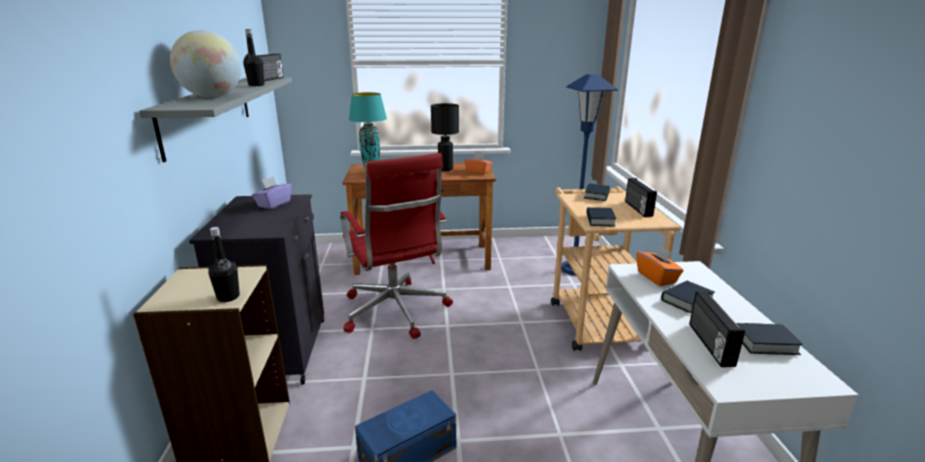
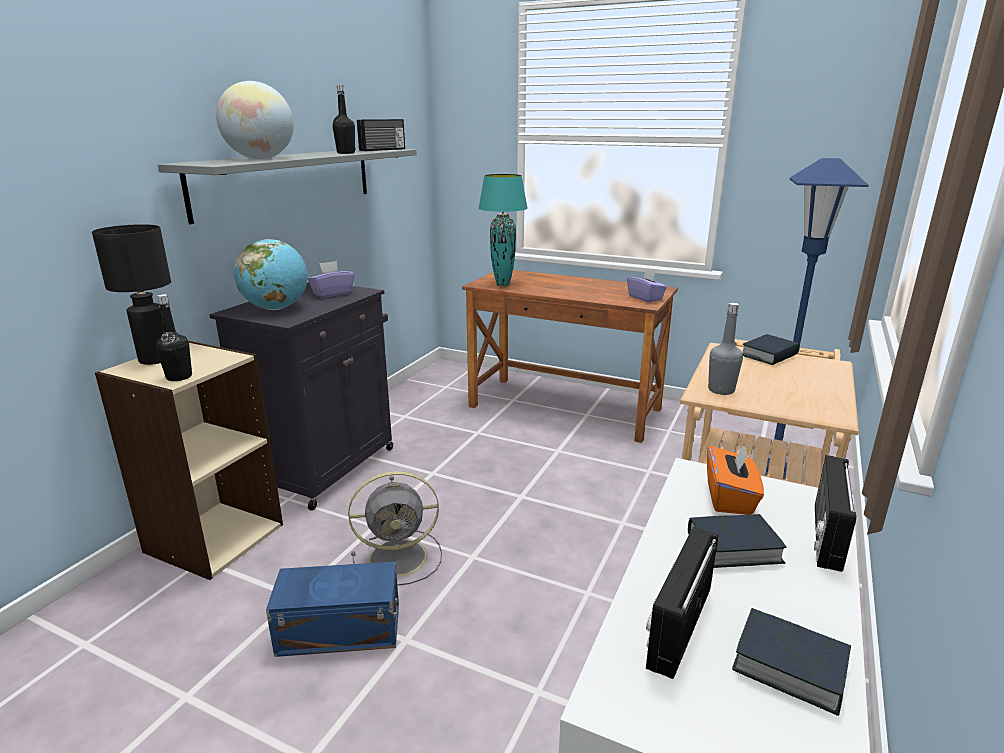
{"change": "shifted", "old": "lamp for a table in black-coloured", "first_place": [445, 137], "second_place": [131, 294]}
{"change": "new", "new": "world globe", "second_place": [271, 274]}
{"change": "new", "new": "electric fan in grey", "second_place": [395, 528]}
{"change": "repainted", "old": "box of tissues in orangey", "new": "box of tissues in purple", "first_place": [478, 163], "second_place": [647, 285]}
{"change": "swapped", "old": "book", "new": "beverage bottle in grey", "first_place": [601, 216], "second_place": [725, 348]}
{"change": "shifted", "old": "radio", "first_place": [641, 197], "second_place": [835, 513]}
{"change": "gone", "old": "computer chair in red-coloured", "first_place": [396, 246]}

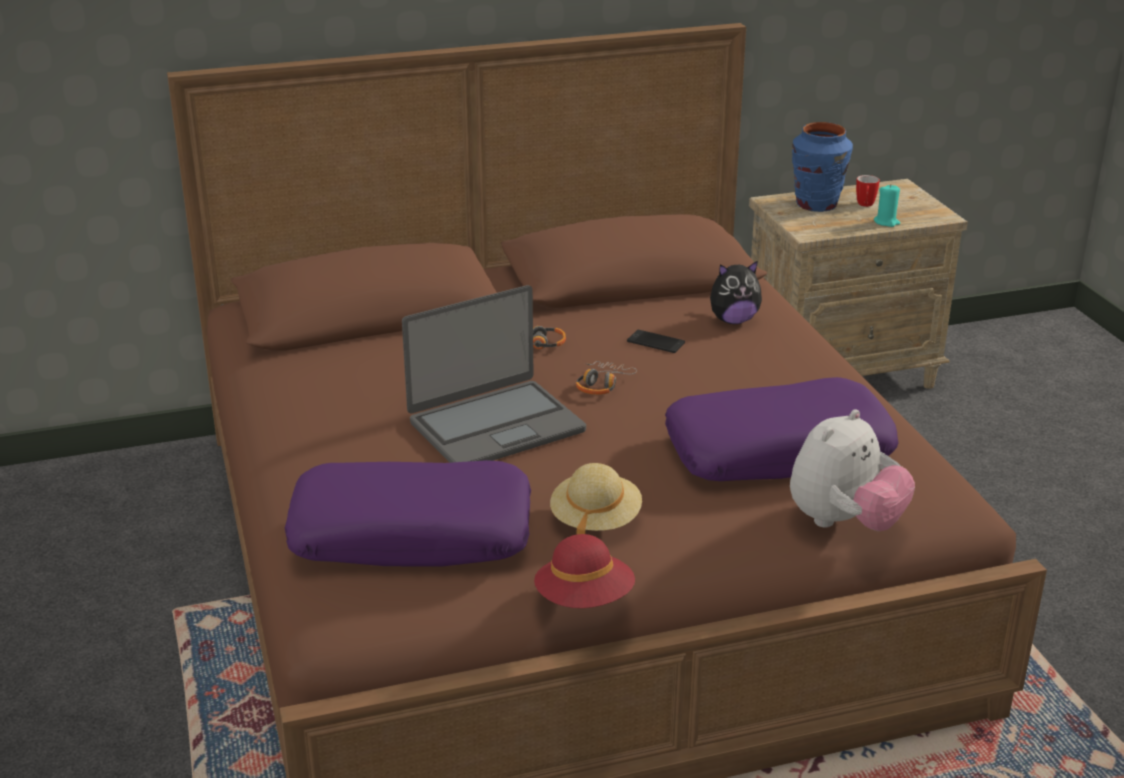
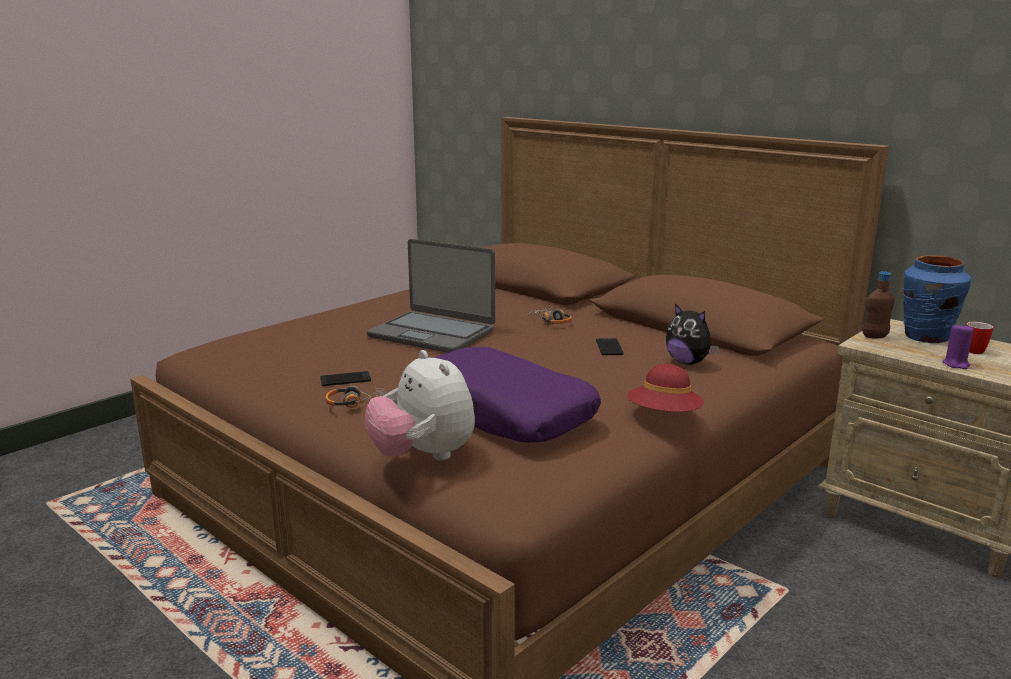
{"change": "swapped", "old": "wearable hat in beige", "new": "telephone", "first_place": [596, 498], "second_place": [345, 378]}
{"change": "shifted", "old": "pair of headphones", "first_place": [606, 378], "second_place": [355, 397]}
{"change": "rotated", "old": "cuddly toy", "first_place": [852, 470], "second_place": [420, 405], "degrees": 45}
{"change": "shifted", "old": "wearable hat in red-coloured", "first_place": [584, 571], "second_place": [665, 388]}
{"change": "new", "new": "beverage bottle in brown", "second_place": [878, 304]}
{"change": "repainted", "old": "candle in turquoise", "new": "candle in purple", "first_place": [887, 205], "second_place": [958, 346]}
{"change": "gone", "old": "cushion in purple", "first_place": [408, 513]}

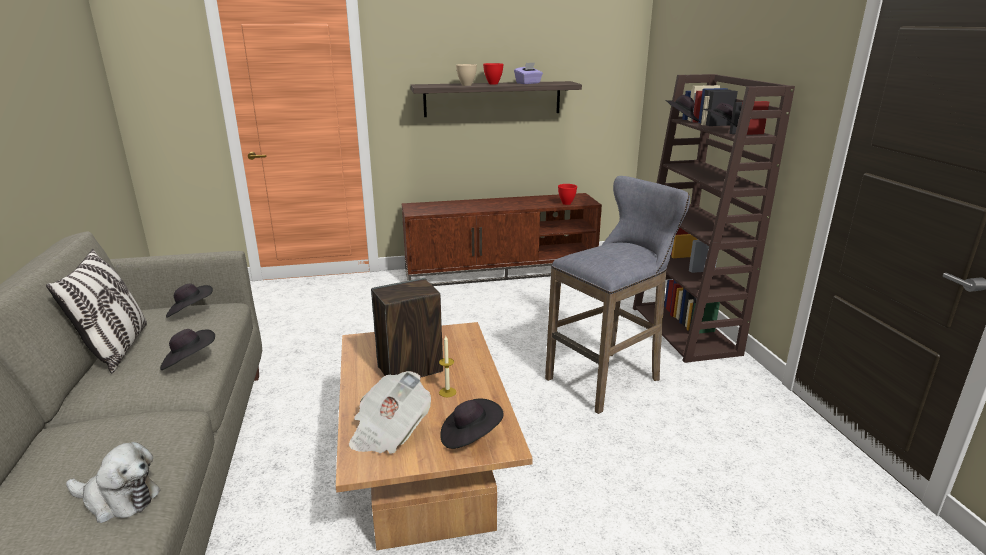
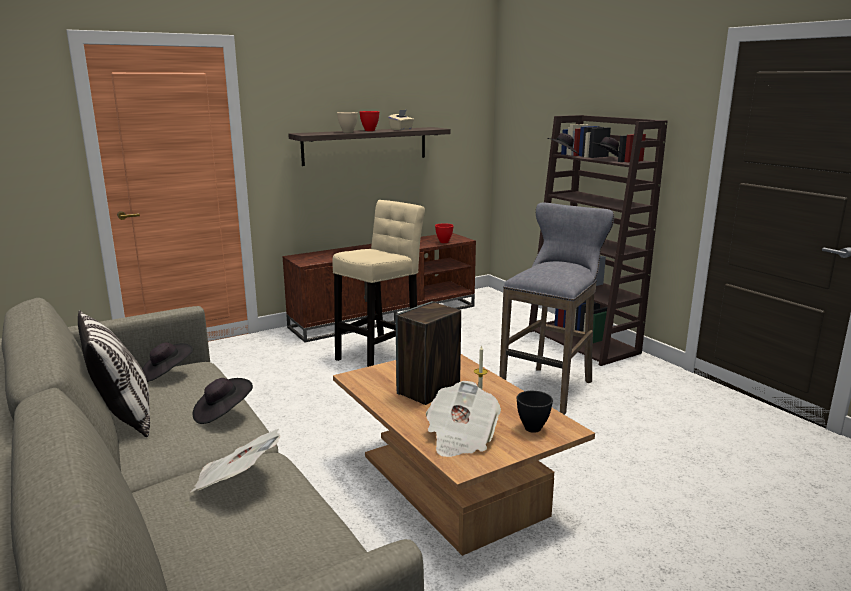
{"change": "new", "new": "newspaper", "second_place": [235, 461]}
{"change": "new", "new": "stool in beige", "second_place": [378, 283]}
{"change": "repainted", "old": "box of tissues in purple", "new": "box of tissues in beige", "first_place": [528, 73], "second_place": [401, 120]}
{"change": "swapped", "old": "wearable hat in black-coloured", "new": "serving bowl in black-coloured", "first_place": [472, 424], "second_place": [535, 412]}
{"change": "gone", "old": "cuddly toy", "first_place": [113, 482]}

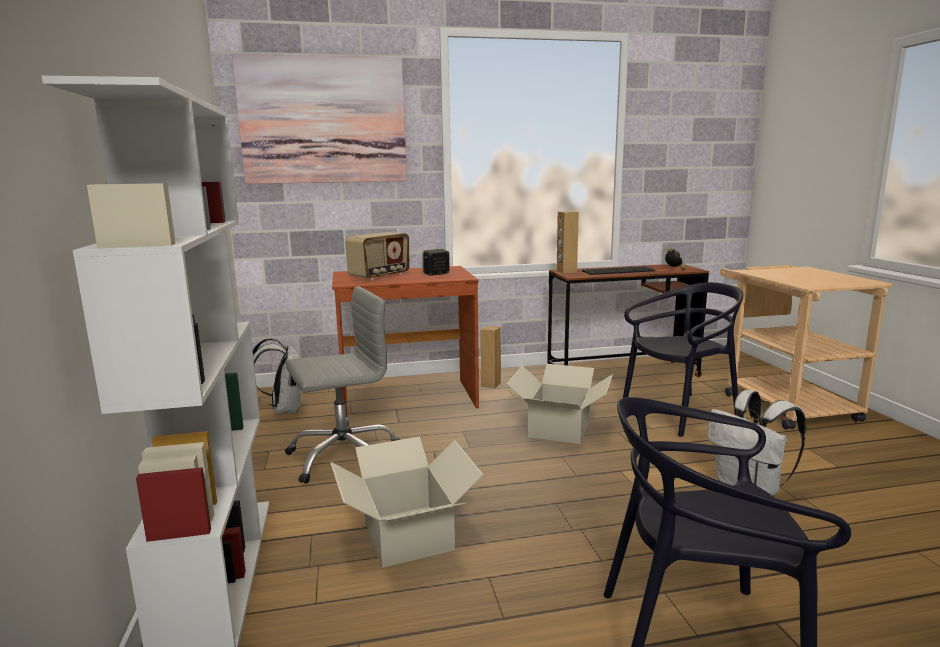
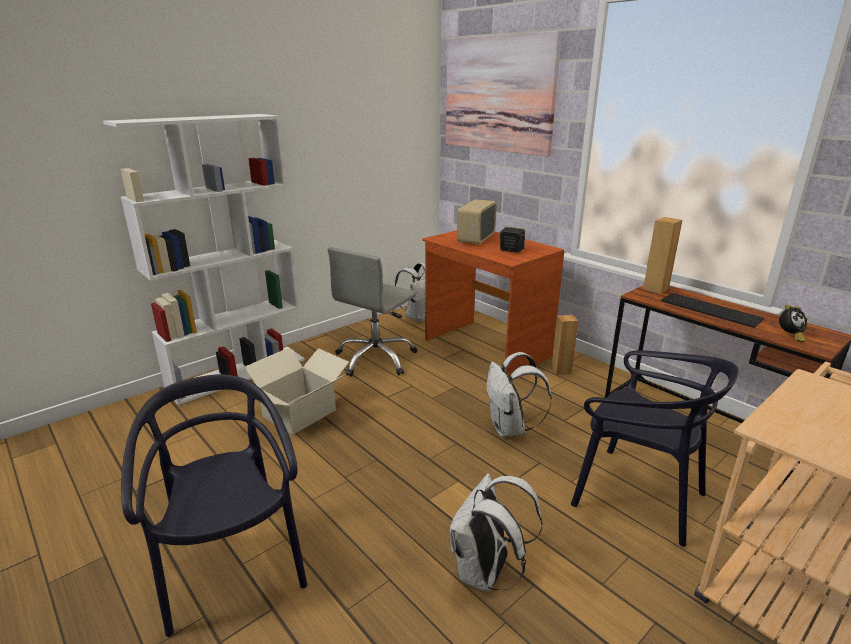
{"change": "rotated", "old": "computer chair in grey", "first_place": [342, 385], "second_place": [372, 312], "degrees": 90}
{"change": "rotated", "old": "radio", "first_place": [377, 256], "second_place": [477, 222], "degrees": 105}
{"change": "swapped", "old": "carton", "new": "knapsack in whitish", "first_place": [560, 404], "second_place": [519, 394]}

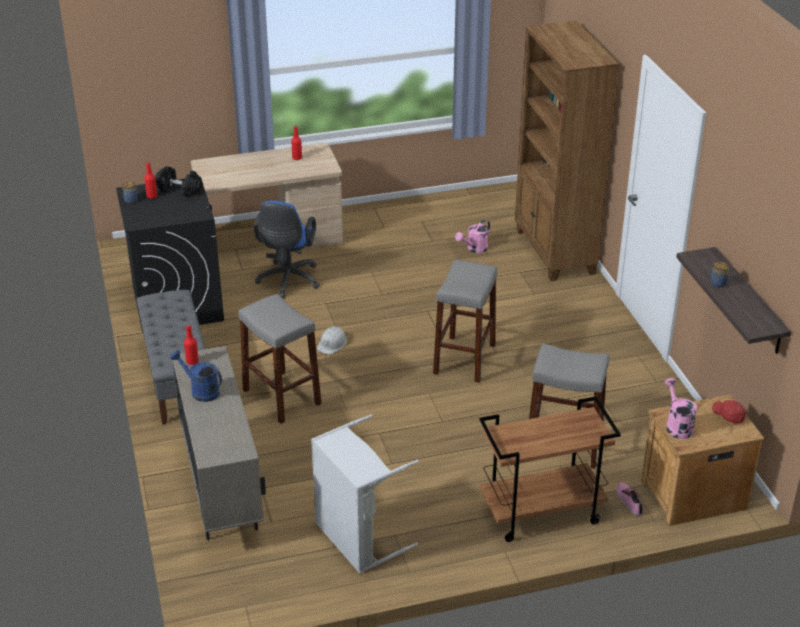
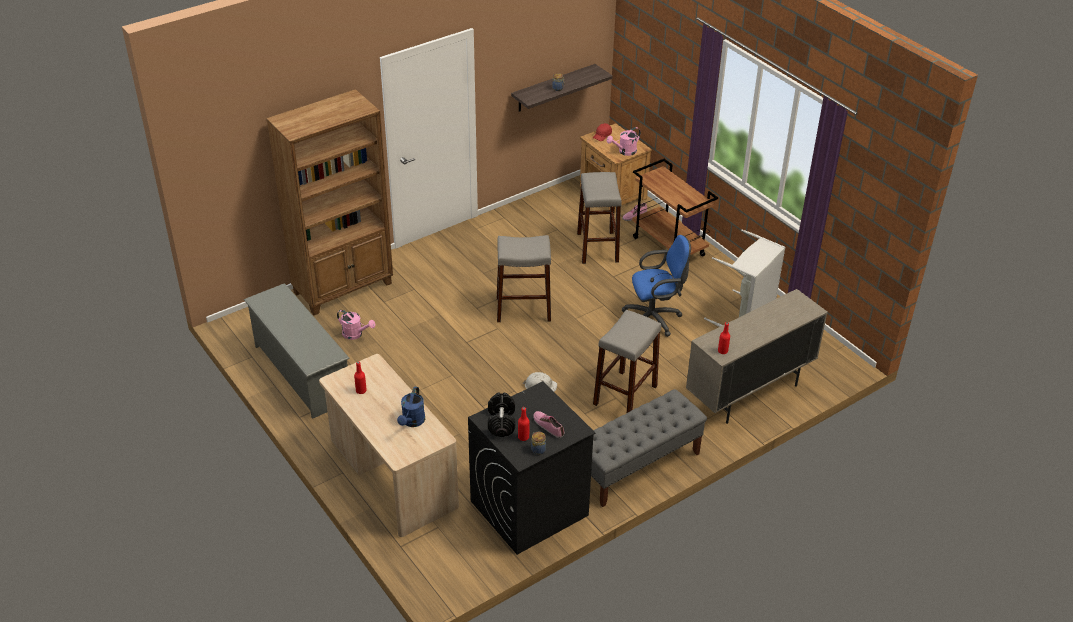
{"change": "new", "new": "shoe stand in grey", "second_place": [297, 351]}
{"change": "shifted", "old": "watering pot in bluish", "first_place": [196, 376], "second_place": [411, 407]}
{"change": "new", "new": "item of footwear", "second_place": [548, 424]}
{"change": "shifted", "old": "computer chair in bluish", "first_place": [287, 249], "second_place": [656, 286]}

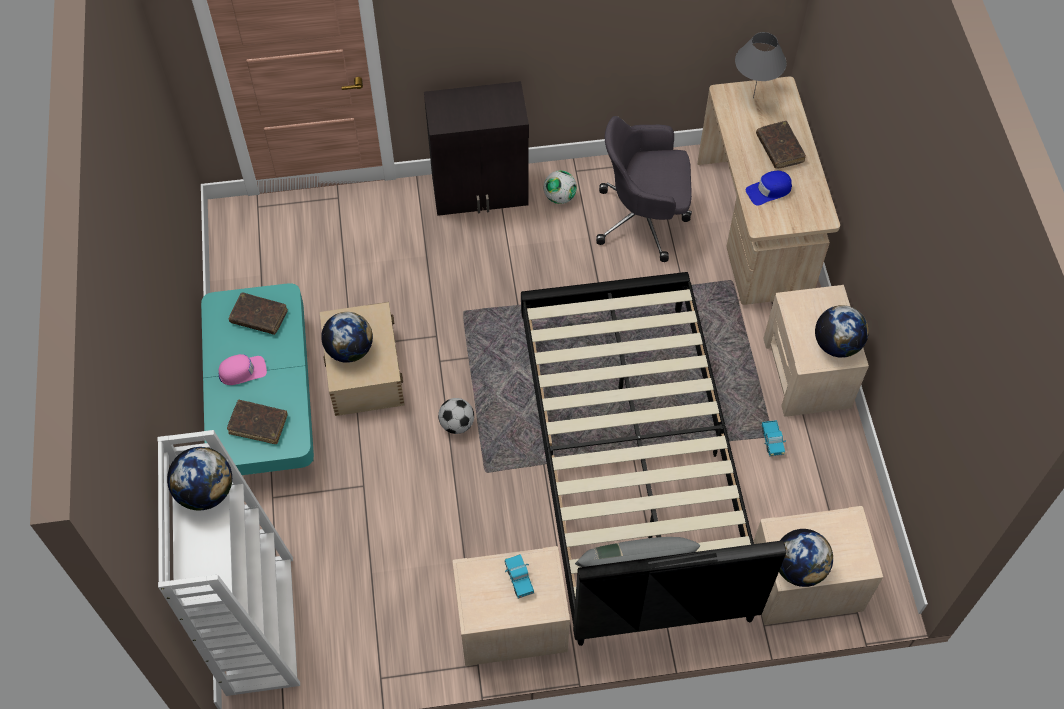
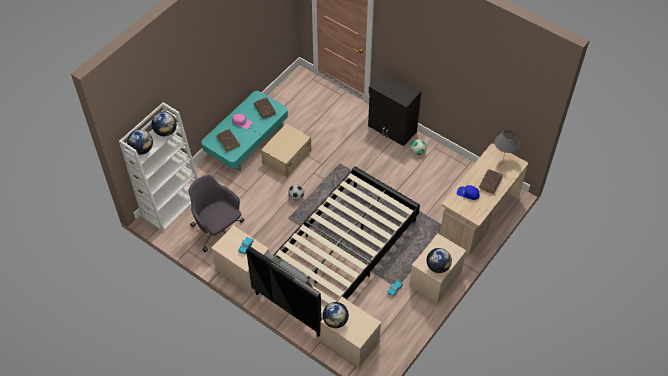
{"change": "shifted", "old": "world globe", "first_place": [347, 337], "second_place": [140, 142]}
{"change": "shifted", "old": "computer chair in grey", "first_place": [644, 189], "second_place": [216, 213]}

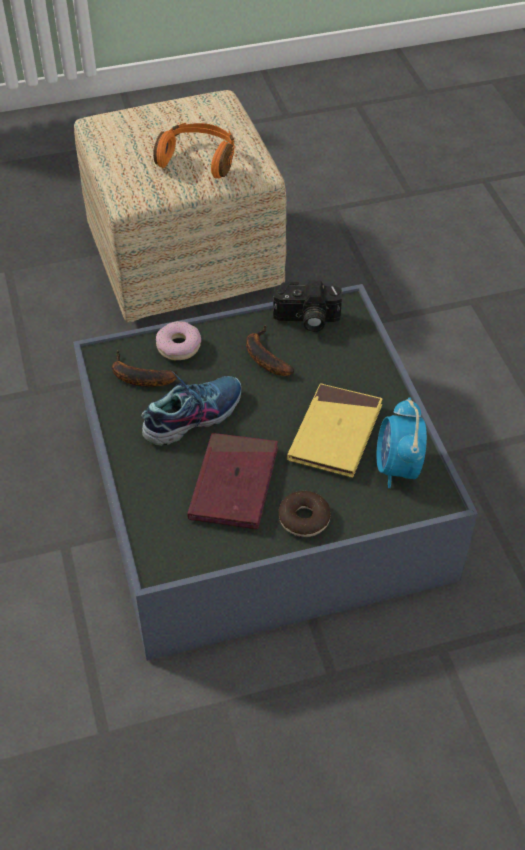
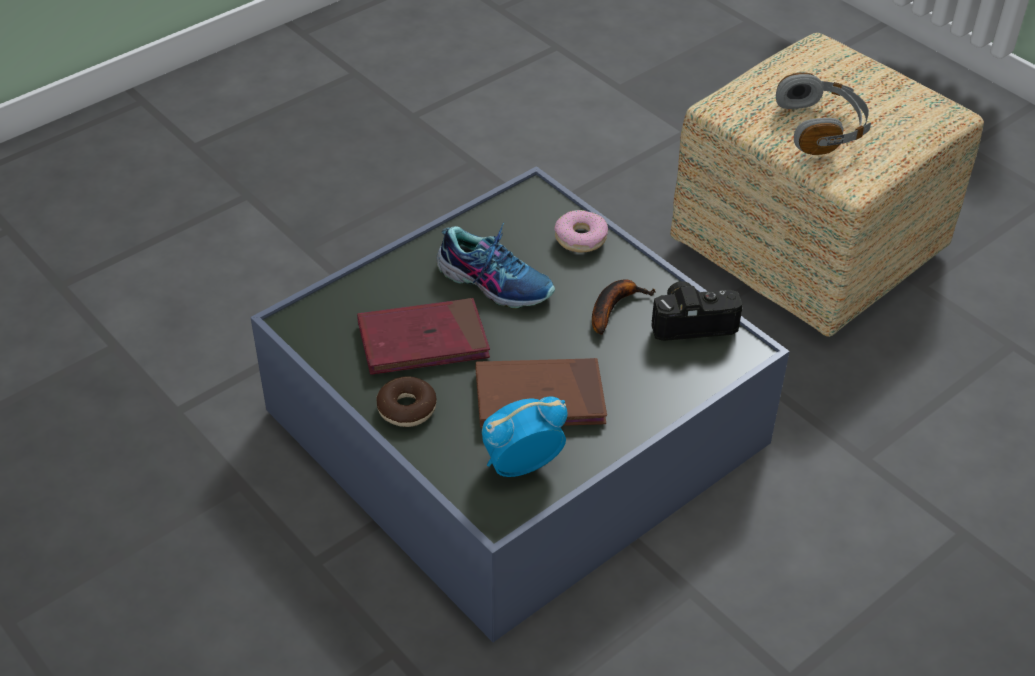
{"change": "repainted", "old": "book in yellow", "new": "book in brown", "first_place": [334, 431], "second_place": [541, 393]}
{"change": "rotated", "old": "still camera", "first_place": [307, 306], "second_place": [697, 311], "degrees": 105}
{"change": "repainted", "old": "pair of headphones in orangey", "new": "pair of headphones in grey", "first_place": [193, 151], "second_place": [823, 114]}
{"change": "gone", "old": "banana fruit", "first_place": [145, 369]}

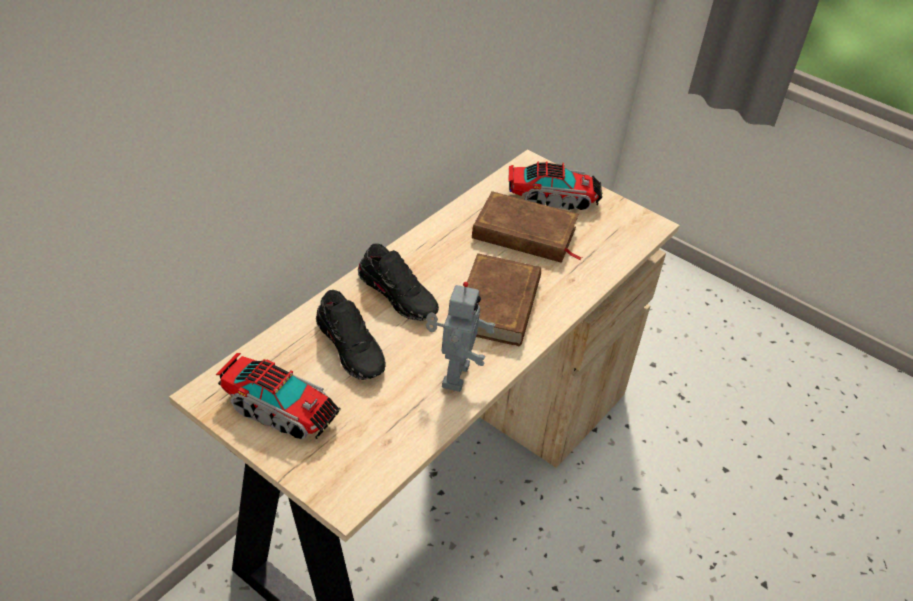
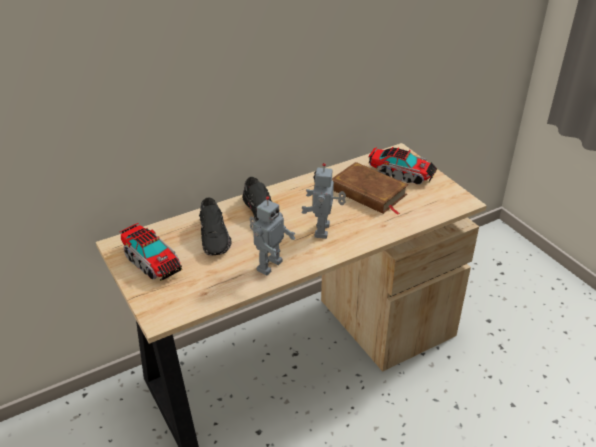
{"change": "swapped", "old": "book in brown", "new": "robot figure", "first_place": [504, 299], "second_place": [324, 201]}

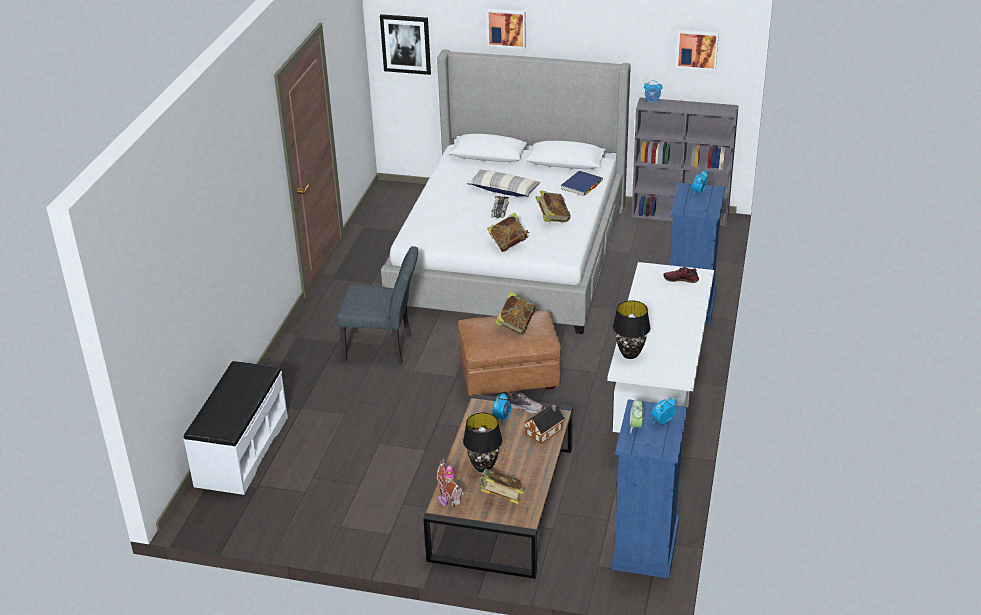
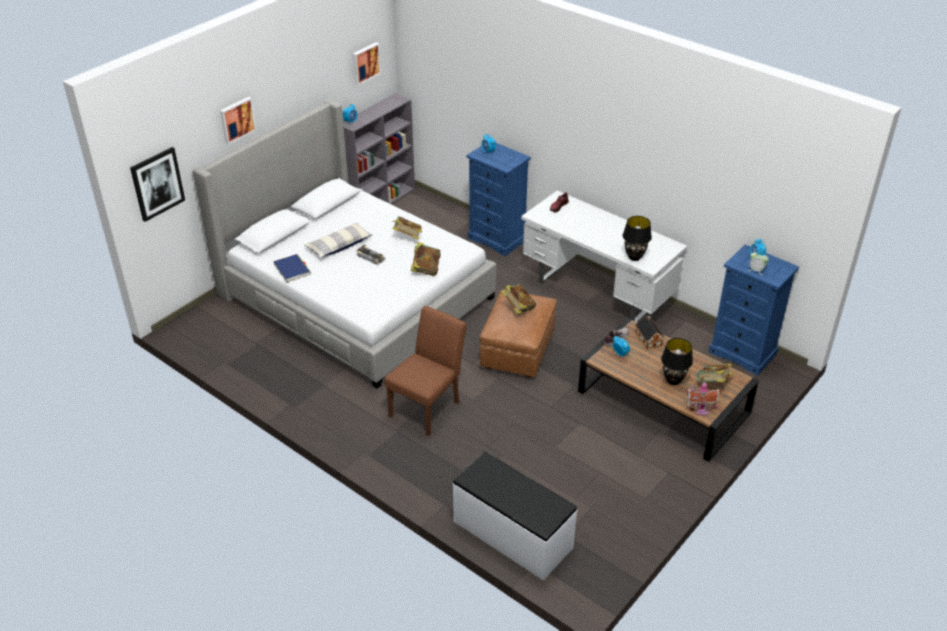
{"change": "shifted", "old": "book in bluish", "first_place": [582, 183], "second_place": [292, 268]}
{"change": "repainted", "old": "upright chair in grey", "new": "upright chair in brown", "first_place": [377, 305], "second_place": [425, 371]}

